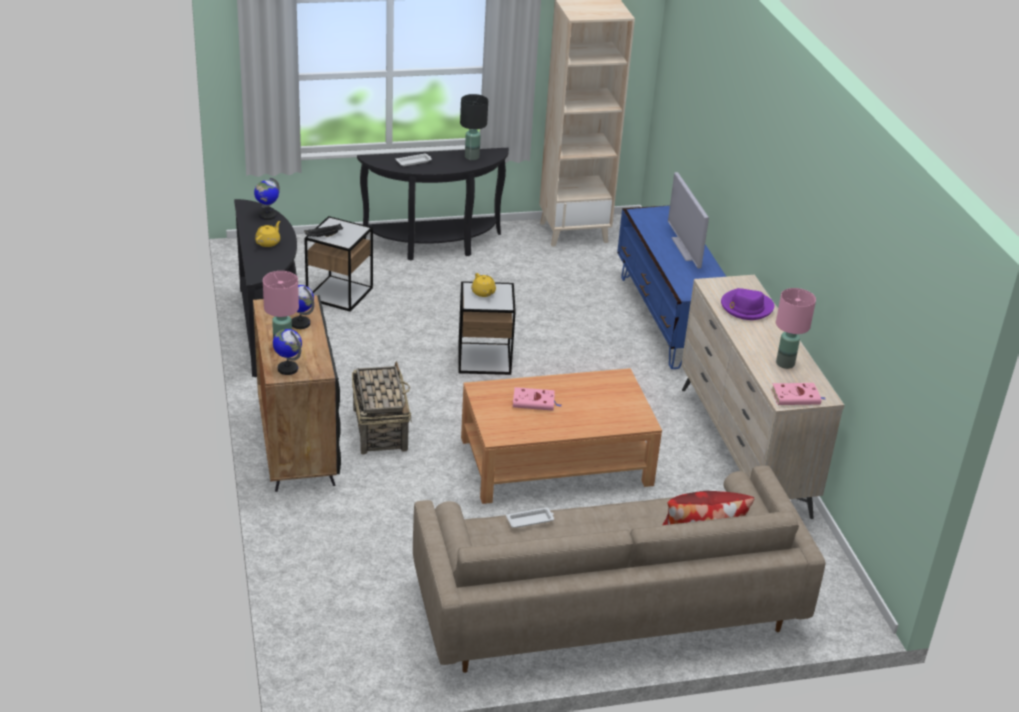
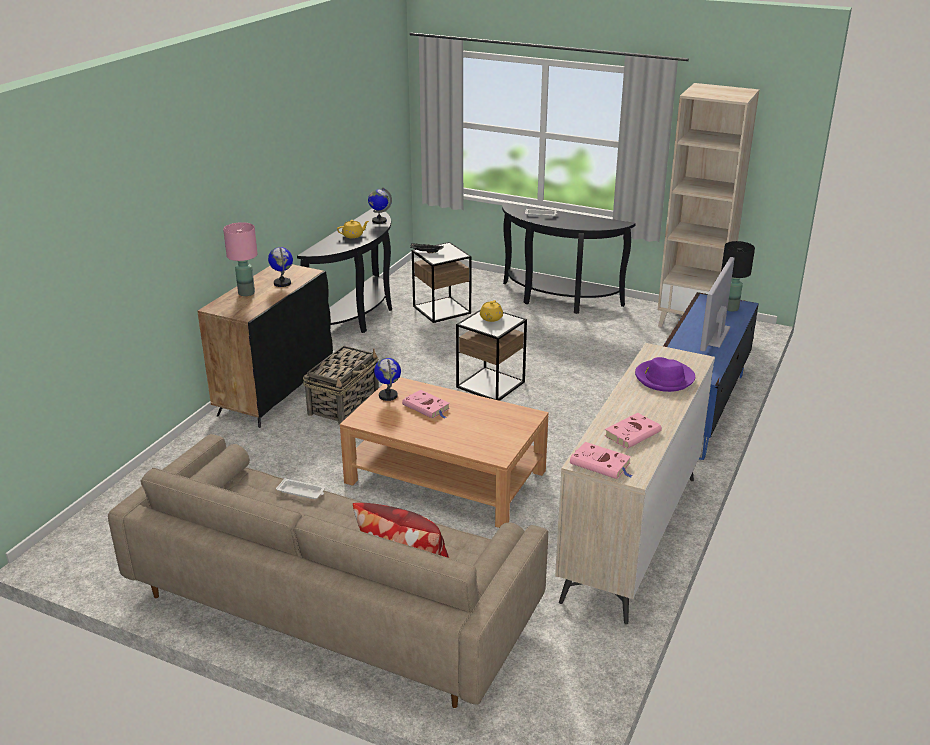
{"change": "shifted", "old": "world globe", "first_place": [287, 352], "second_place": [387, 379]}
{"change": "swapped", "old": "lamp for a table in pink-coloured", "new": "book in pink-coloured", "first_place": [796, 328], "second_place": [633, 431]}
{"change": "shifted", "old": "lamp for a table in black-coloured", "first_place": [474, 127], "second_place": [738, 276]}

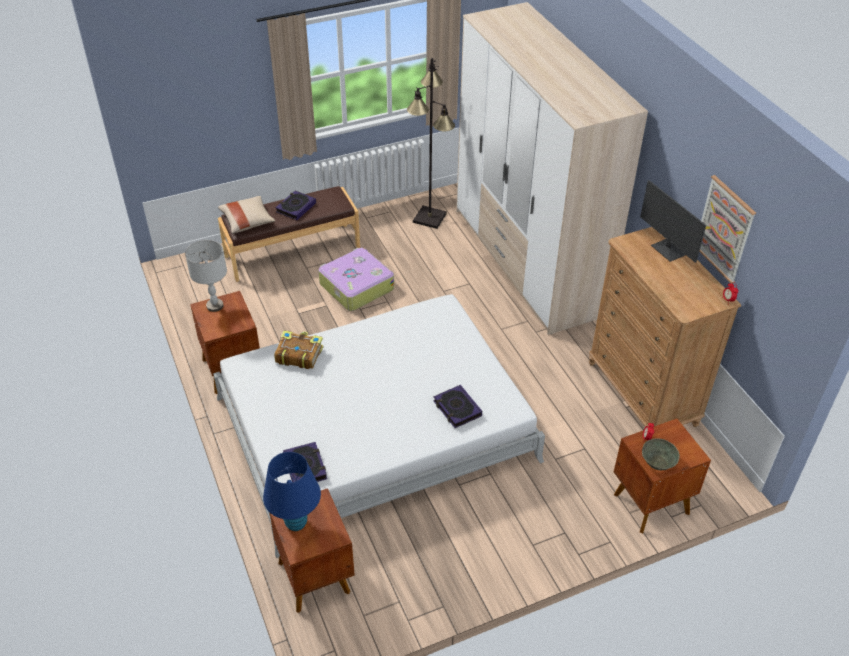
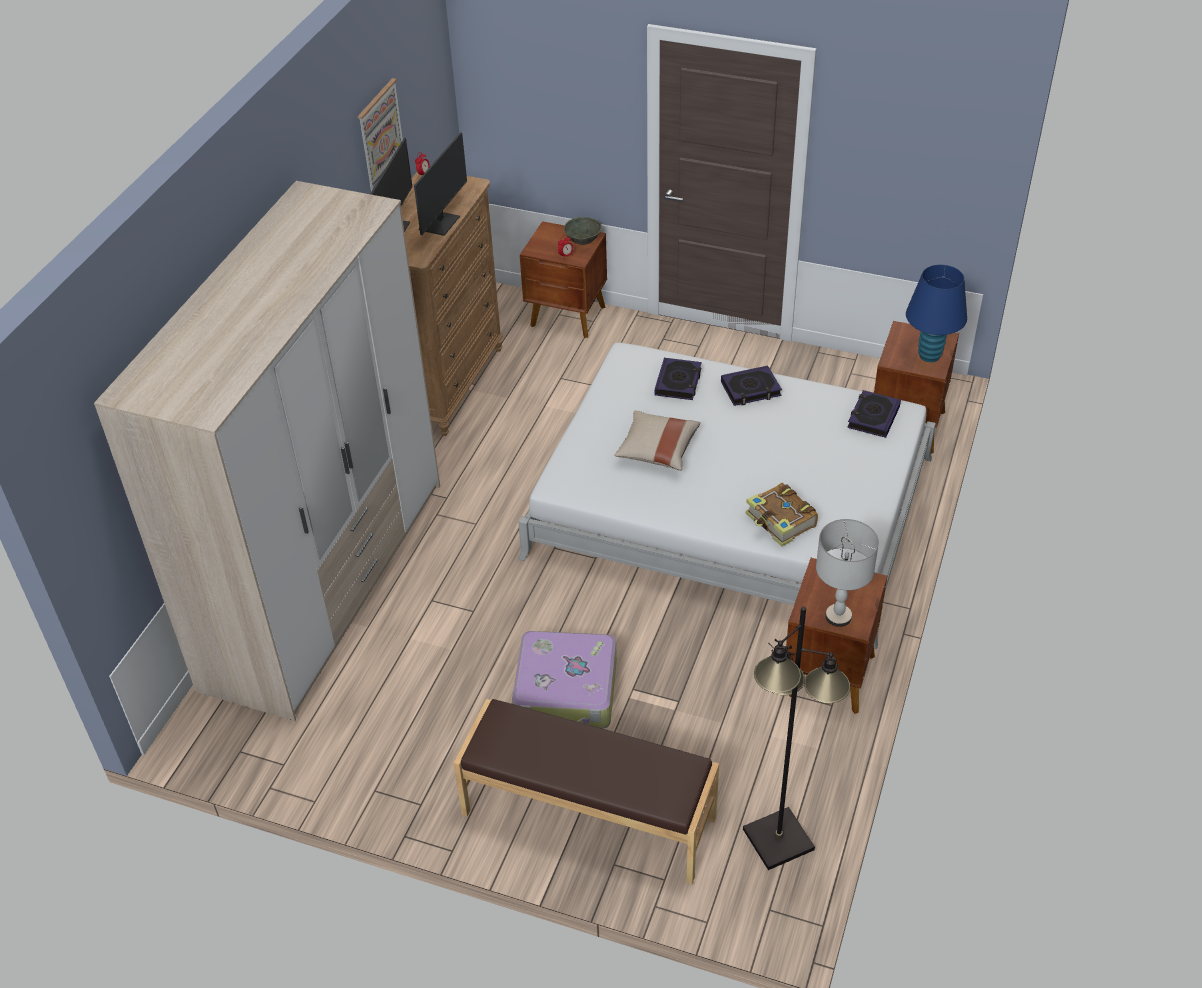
{"change": "new", "new": "computer screen", "second_place": [440, 184]}
{"change": "shifted", "old": "cushion in beige", "first_place": [246, 215], "second_place": [657, 440]}
{"change": "shifted", "old": "book", "first_place": [296, 205], "second_place": [751, 385]}
{"change": "shifted", "old": "standard lamp in black-coloured", "first_place": [431, 143], "second_place": [796, 738]}

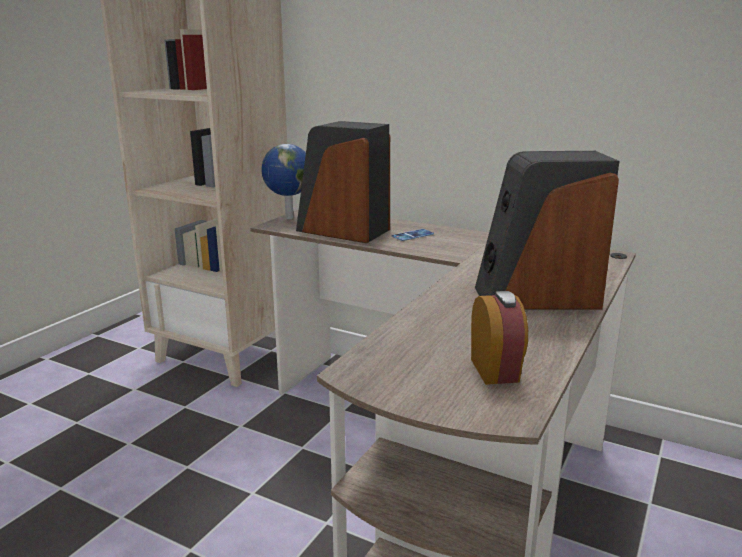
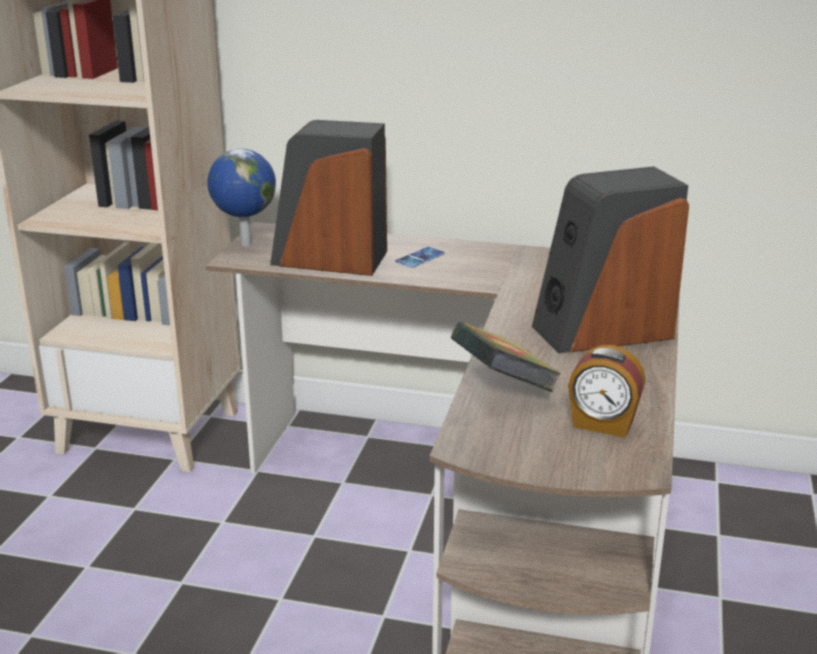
{"change": "new", "new": "book", "second_place": [506, 356]}
{"change": "rotated", "old": "table clock", "first_place": [499, 338], "second_place": [606, 391], "degrees": 135}

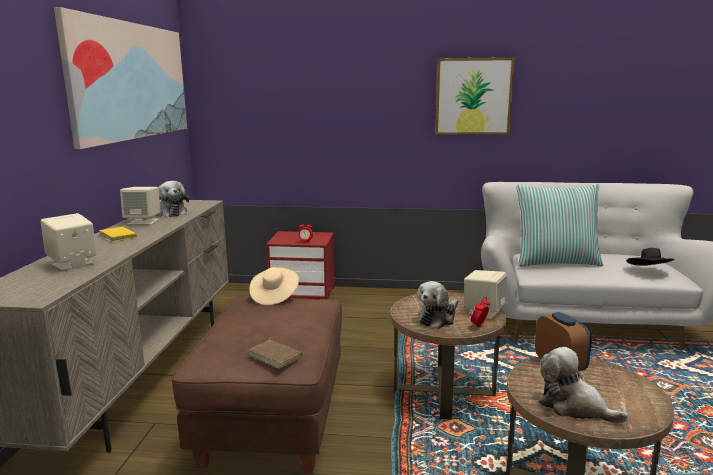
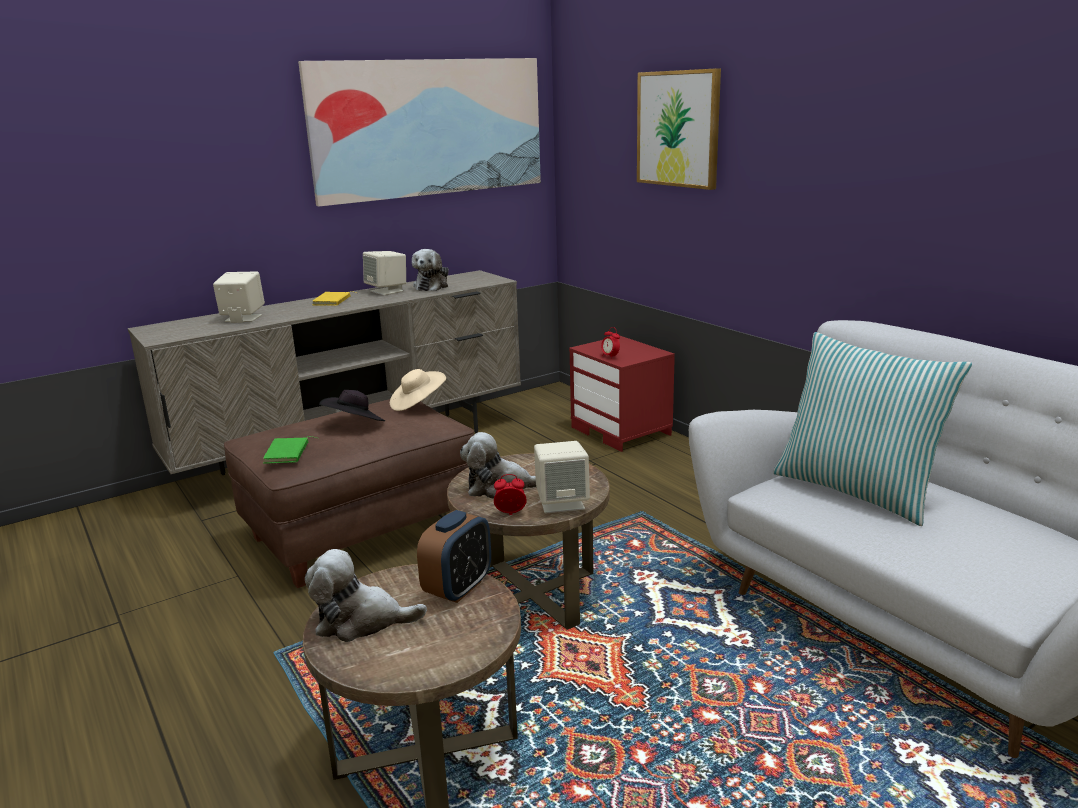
{"change": "repainted", "old": "book in brown", "new": "book in green", "first_place": [275, 353], "second_place": [290, 450]}
{"change": "rotated", "old": "cuddly toy", "first_place": [583, 385], "second_place": [366, 595], "degrees": -90}
{"change": "shifted", "old": "wearable hat in black-coloured", "first_place": [650, 257], "second_place": [352, 405]}
{"change": "shifted", "old": "picture", "first_place": [475, 96], "second_place": [679, 129]}

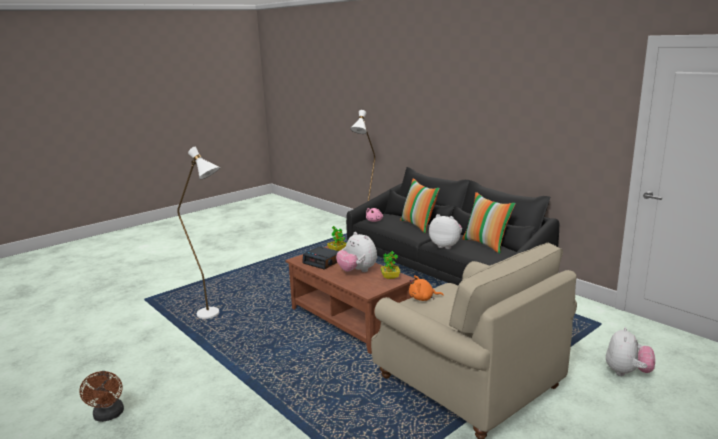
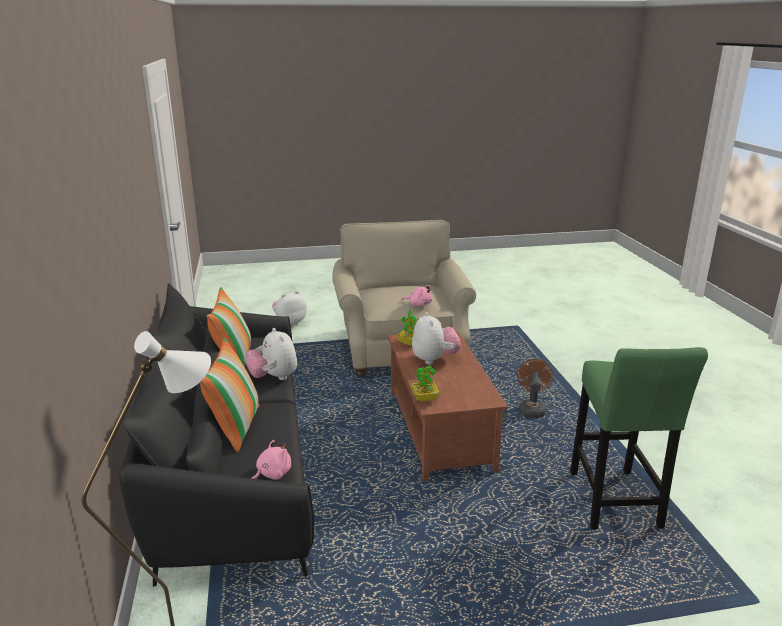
{"change": "repainted", "old": "cuddly toy in orangey", "new": "cuddly toy in pink-coloured", "first_place": [426, 288], "second_place": [417, 295]}
{"change": "shifted", "old": "electric fan in brown", "first_place": [101, 396], "second_place": [535, 388]}
{"change": "swapped", "old": "standard lamp in whitish", "new": "stool in green", "first_place": [198, 233], "second_place": [639, 438]}
{"change": "gone", "old": "table clock", "first_place": [320, 258]}

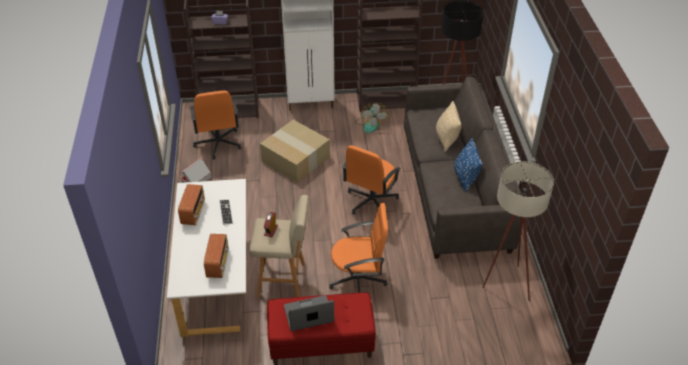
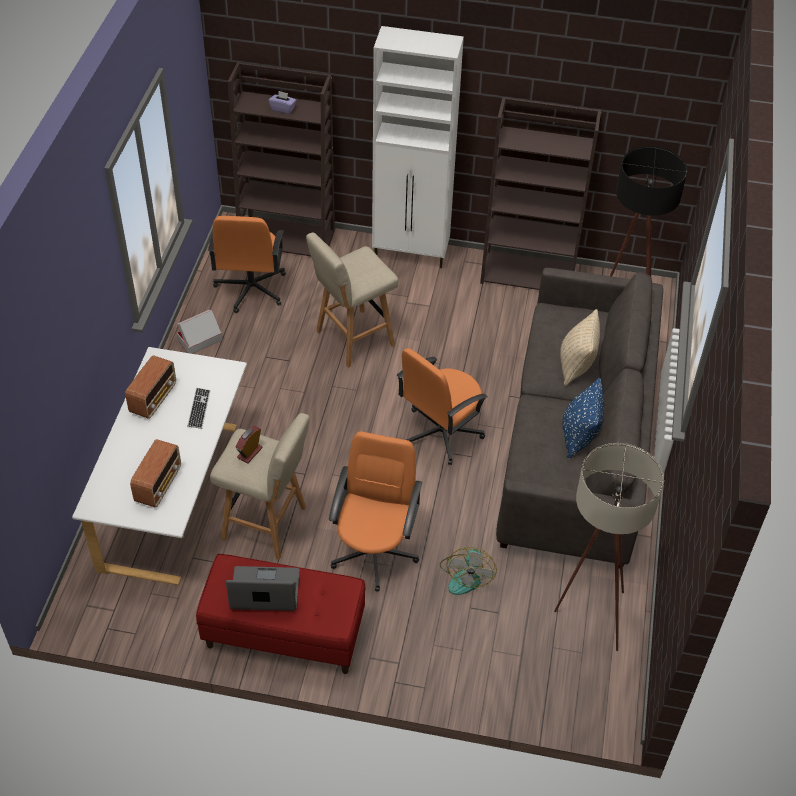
{"change": "swapped", "old": "carton", "new": "stool in beige", "first_place": [295, 151], "second_place": [352, 300]}
{"change": "rotated", "old": "computer chair in orangey", "first_place": [358, 248], "second_place": [375, 511], "degrees": -90}
{"change": "shifted", "old": "electric fan", "first_place": [371, 117], "second_place": [468, 571]}

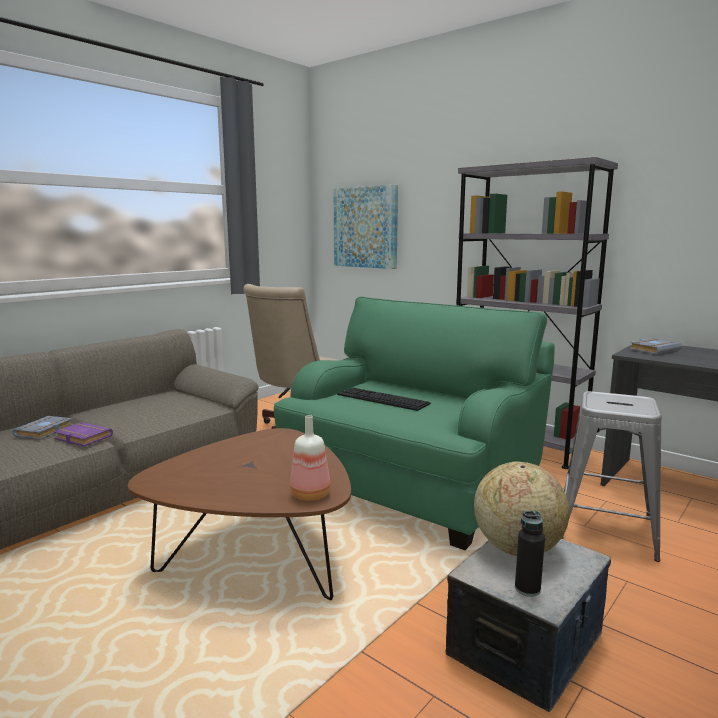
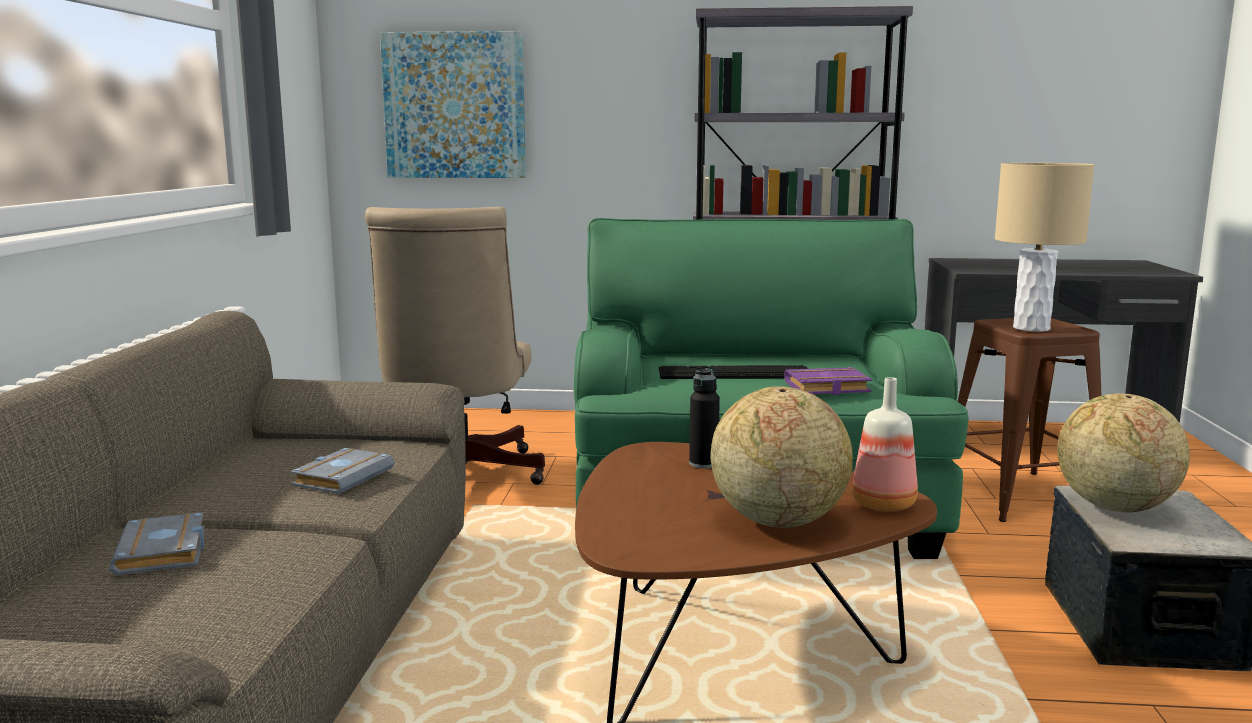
{"change": "shifted", "old": "book in grey", "first_place": [655, 346], "second_place": [342, 471]}
{"change": "shifted", "old": "beverage bottle in black-coloured", "first_place": [530, 554], "second_place": [704, 418]}
{"change": "new", "new": "world globe", "second_place": [782, 457]}
{"change": "shifted", "old": "book in purple", "first_place": [83, 434], "second_place": [828, 381]}
{"change": "repainted", "old": "stool in grey", "new": "stool in brown", "first_place": [611, 476], "second_place": [1029, 420]}
{"change": "new", "new": "lamp for a table in beige", "second_place": [1044, 247]}

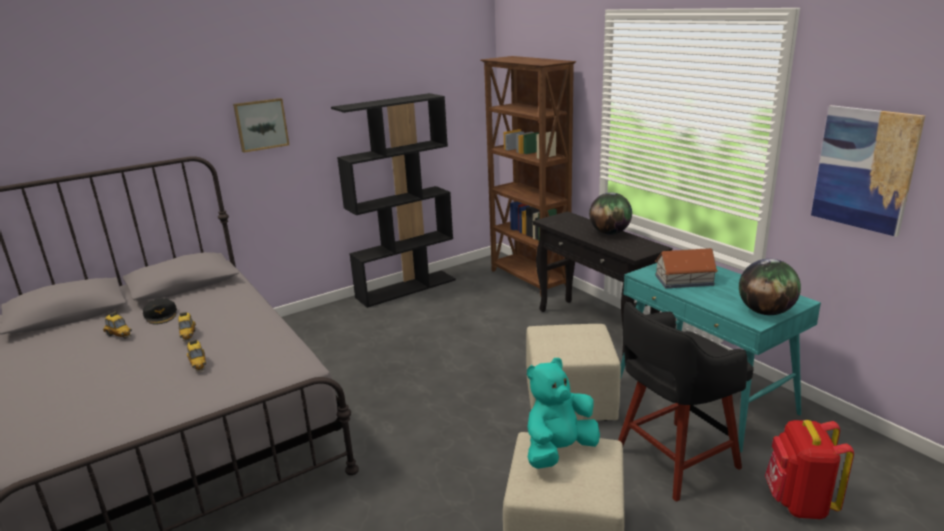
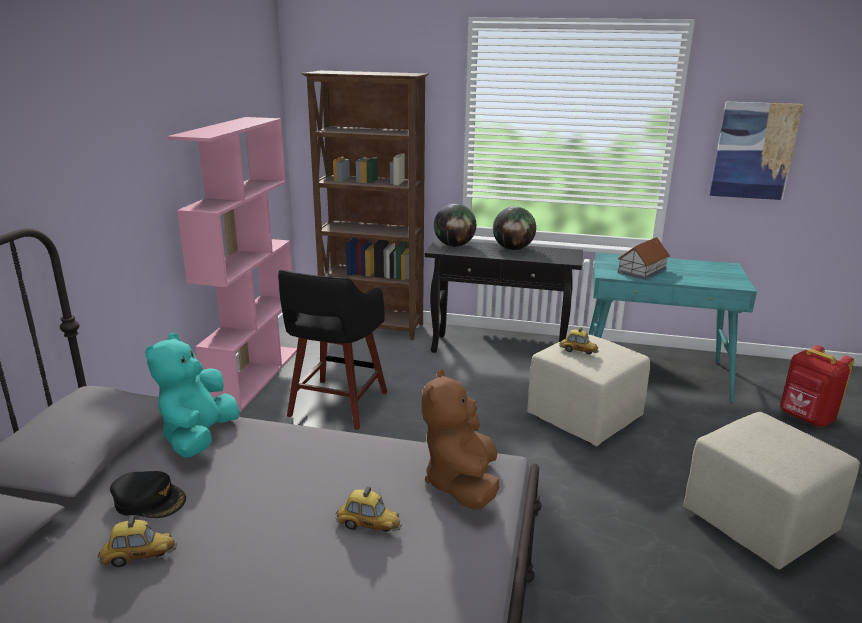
{"change": "shifted", "old": "cuddly toy in turquoise", "first_place": [563, 413], "second_place": [192, 395]}
{"change": "repainted", "old": "bookshelf in black-coloured", "new": "bookshelf in pink-coloured", "first_place": [393, 200], "second_place": [232, 264]}
{"change": "shifted", "old": "stool in black-coloured", "first_place": [686, 402], "second_place": [332, 350]}
{"change": "new", "new": "cuddly toy in brown", "second_place": [460, 439]}
{"change": "shifted", "old": "world globe", "first_place": [770, 287], "second_place": [455, 225]}
{"change": "shifted", "old": "model car", "first_place": [187, 327], "second_place": [579, 340]}
{"change": "gone", "old": "picture", "first_place": [261, 125]}

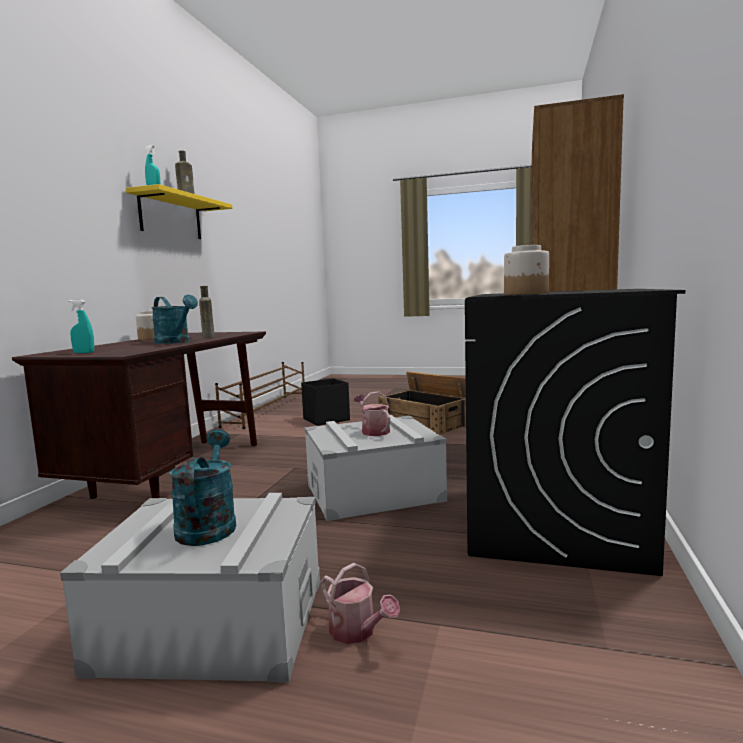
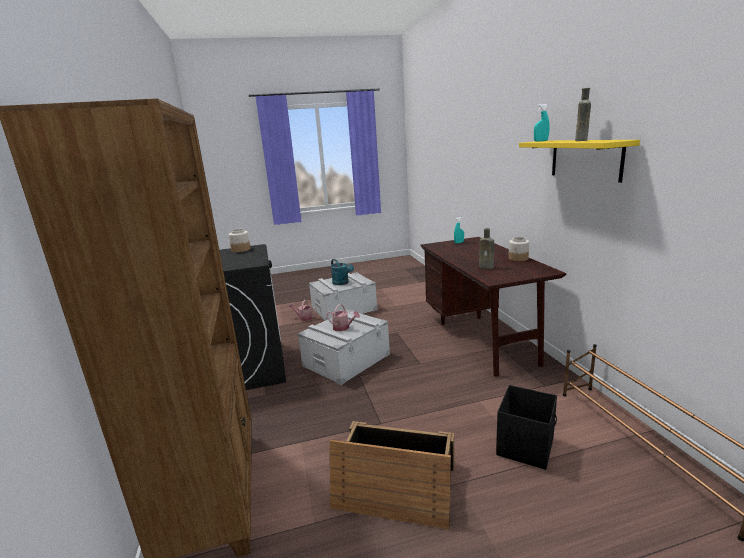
{"change": "gone", "old": "watering pot in turquoise", "first_place": [174, 319]}

